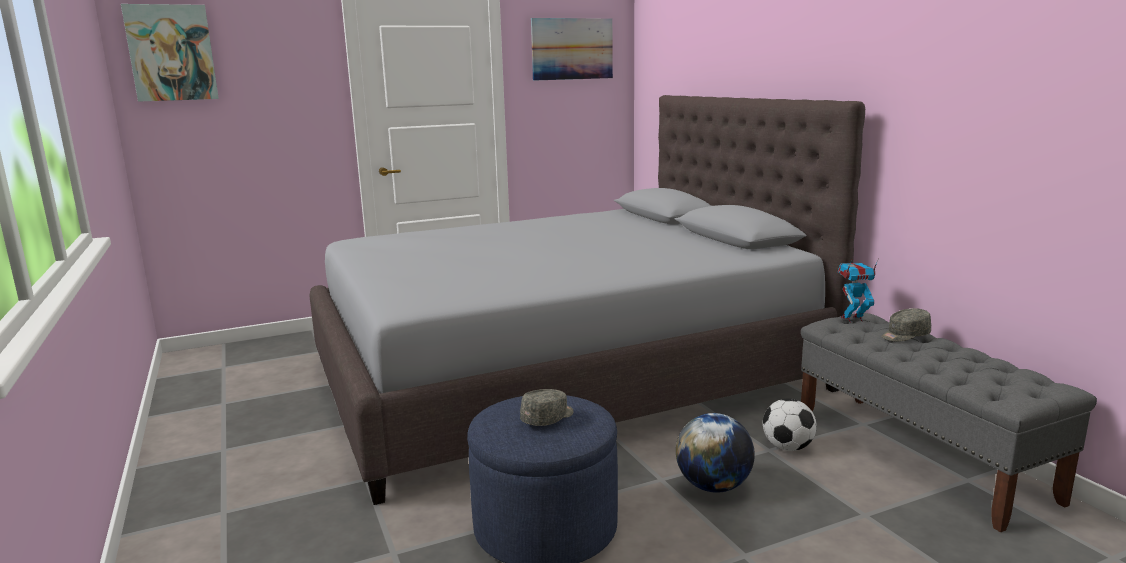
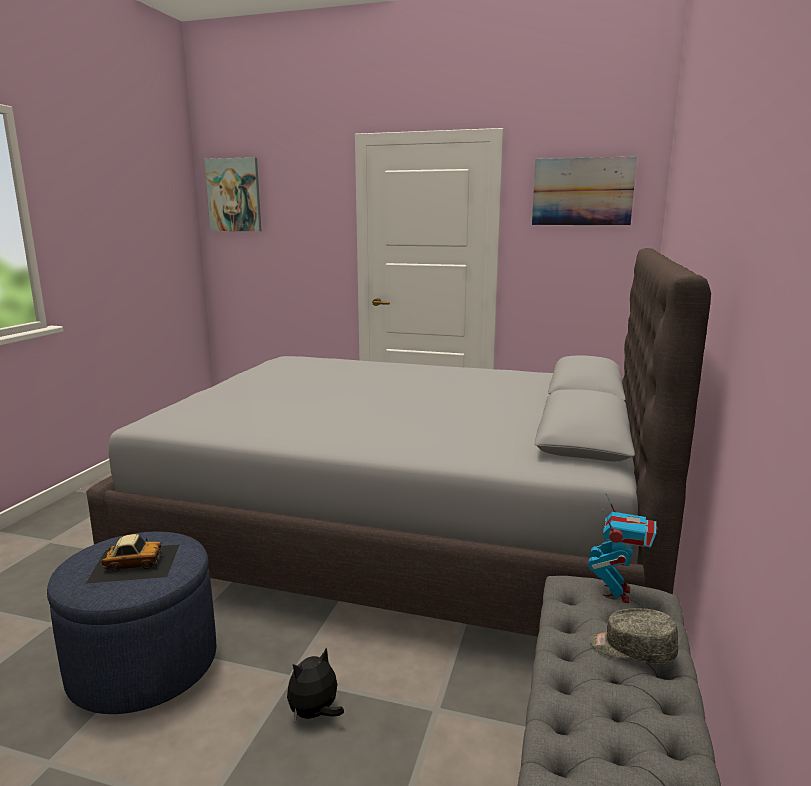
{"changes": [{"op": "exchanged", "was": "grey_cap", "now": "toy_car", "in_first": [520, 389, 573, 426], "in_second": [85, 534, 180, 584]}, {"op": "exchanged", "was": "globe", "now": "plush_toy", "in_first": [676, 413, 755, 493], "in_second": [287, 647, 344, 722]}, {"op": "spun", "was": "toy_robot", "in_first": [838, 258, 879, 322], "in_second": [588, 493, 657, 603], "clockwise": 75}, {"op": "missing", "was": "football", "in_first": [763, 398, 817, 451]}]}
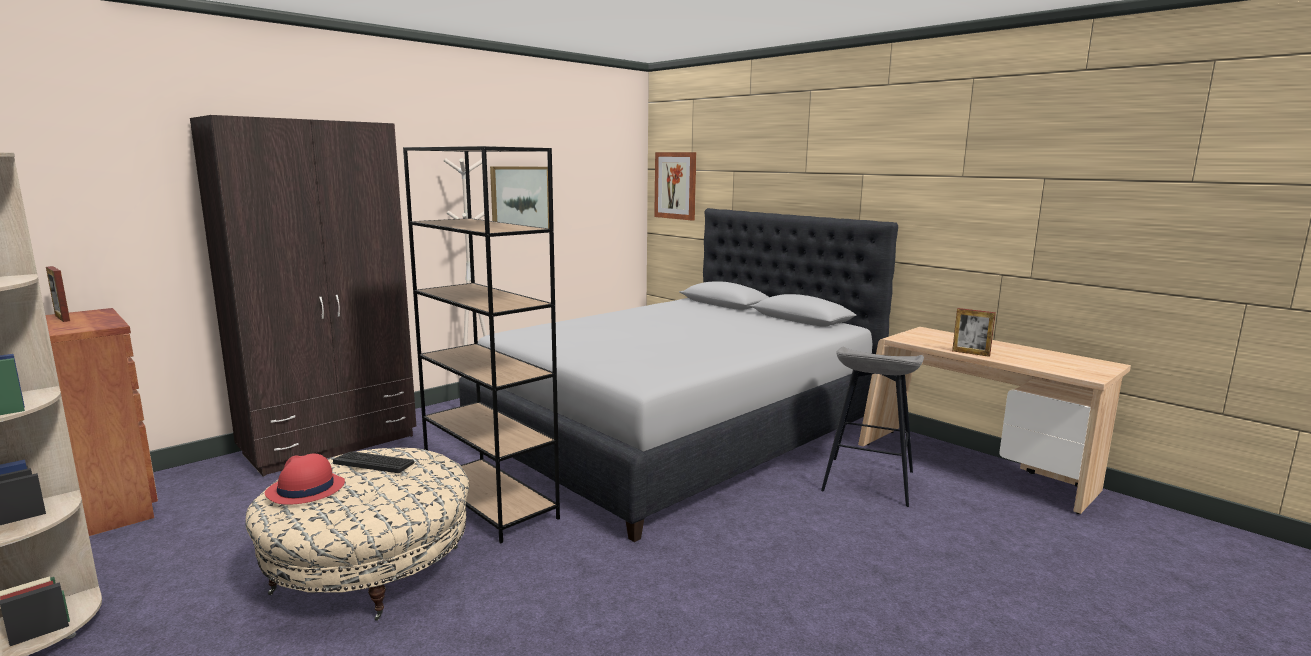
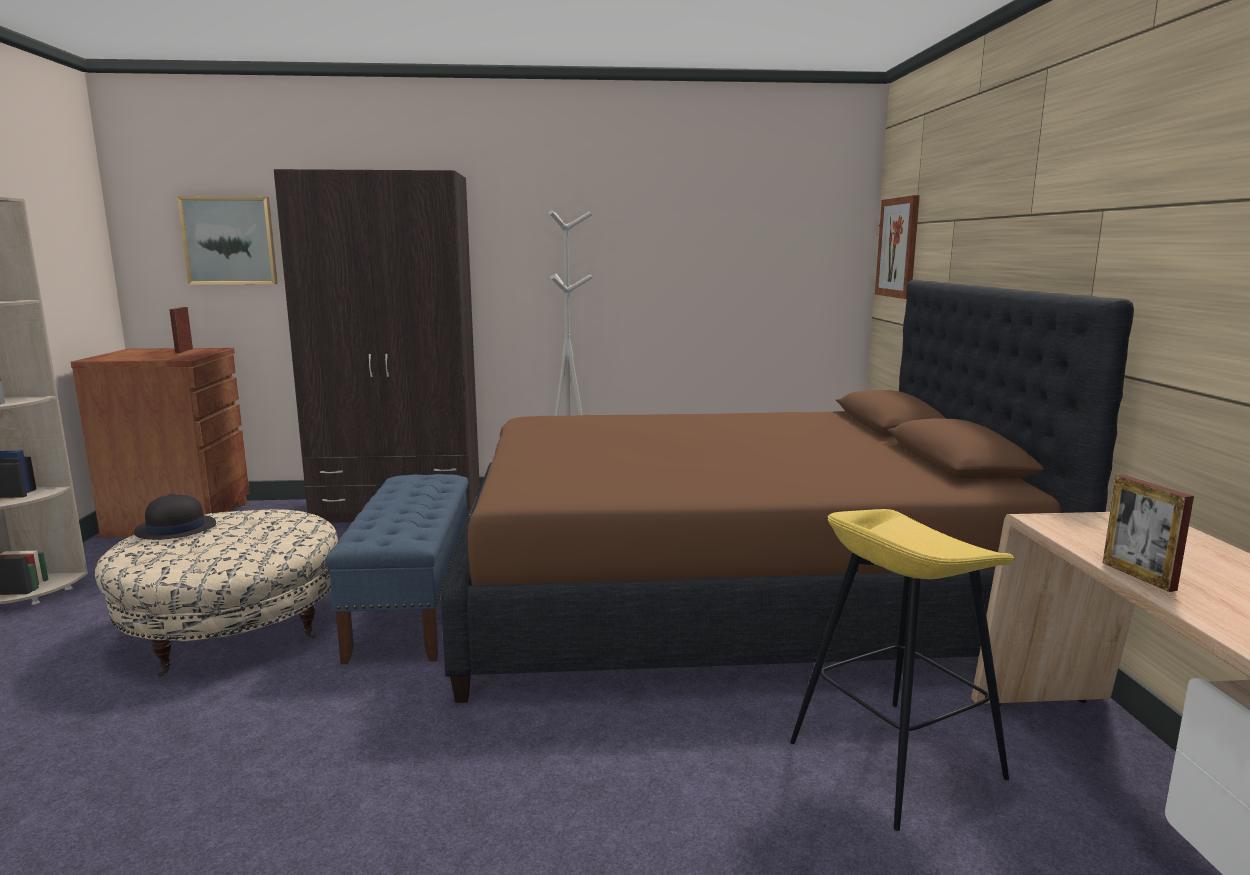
{"changes": [{"op": "colour", "was": "red_hat", "now": "black_hat", "in_first": [265, 454, 345, 505], "in_second": [134, 493, 216, 540]}, {"op": "relocated", "was": "picture", "in_first": [490, 166, 549, 228], "in_second": [177, 196, 278, 285]}, {"op": "exchanged", "was": "beige_bookcase", "now": "blue_bench", "in_first": [403, 146, 560, 543], "in_second": [325, 474, 468, 664]}, {"op": "colour", "was": "grey_bed", "now": "brown_bed", "in_first": [459, 208, 898, 542], "in_second": [441, 280, 1134, 703]}, {"op": "colour", "was": "grey_stool", "now": "yellow_stool", "in_first": [821, 347, 924, 507], "in_second": [790, 509, 1015, 831]}, {"op": "missing", "was": "keyboard", "in_first": [333, 452, 414, 473]}]}
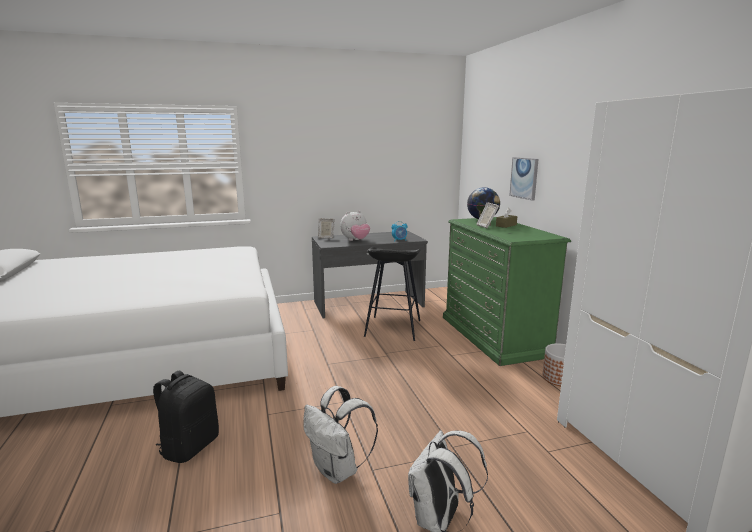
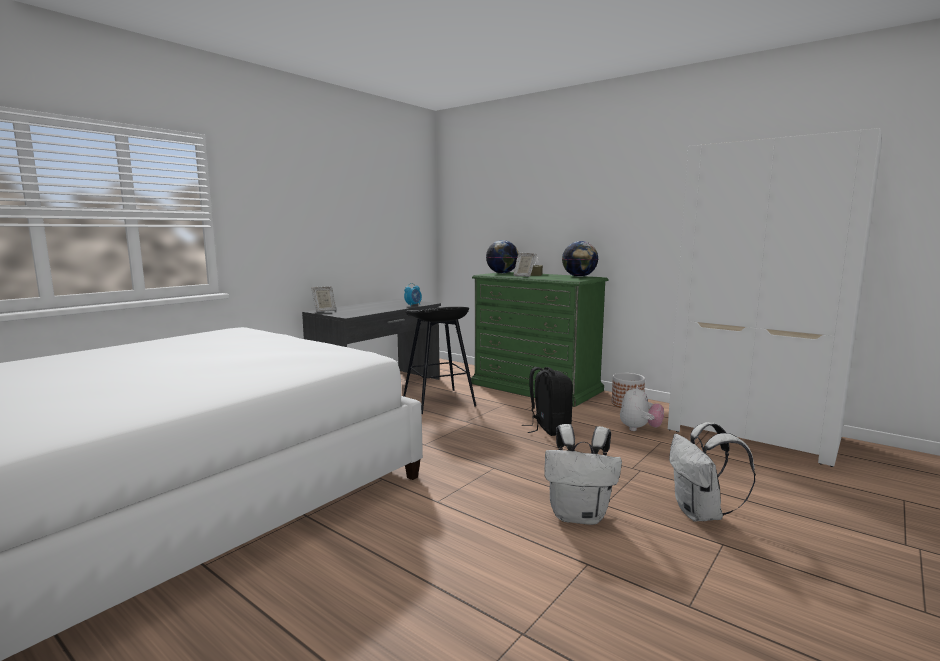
{"changes": [{"op": "relocated", "was": "black_backpack", "in_first": [153, 371, 219, 463], "in_second": [522, 367, 573, 436]}, {"op": "appeared", "now": "globe", "in_second": [562, 241, 598, 277]}, {"op": "relocated", "was": "plush_toy", "in_first": [340, 210, 370, 241], "in_second": [620, 386, 664, 431]}, {"op": "missing", "was": "picture", "in_first": [509, 157, 539, 201]}]}
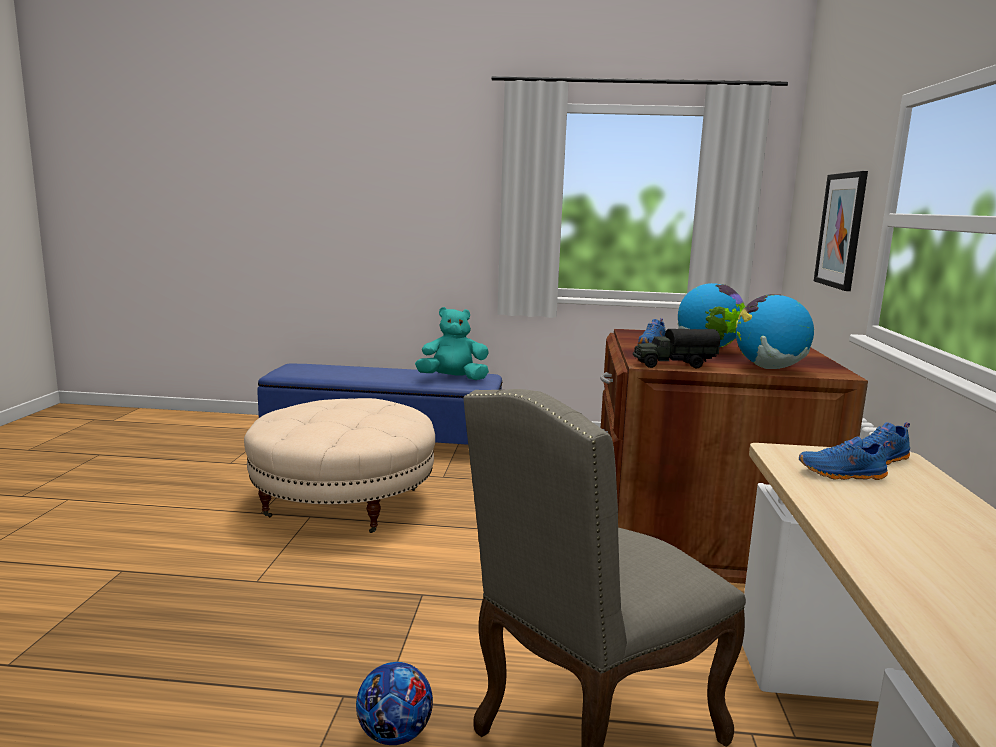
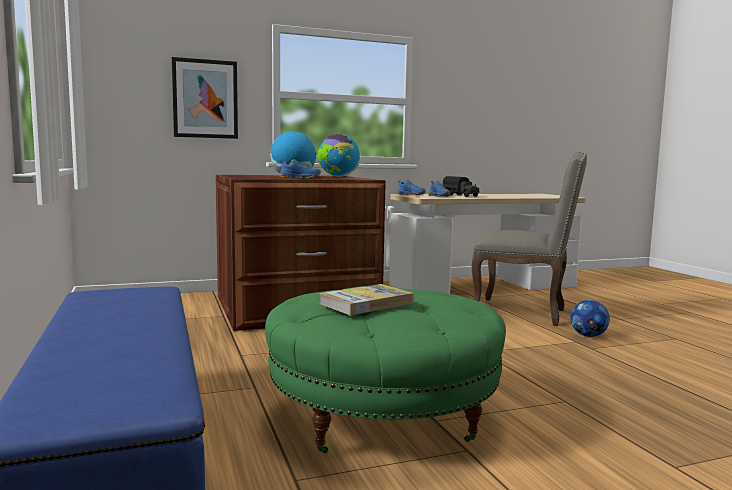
{"changes": [{"op": "colour", "was": "beige_ottoman", "now": "green_ottoman", "in_first": [244, 398, 435, 533], "in_second": [265, 286, 506, 453]}, {"op": "appeared", "now": "book", "in_second": [319, 284, 413, 315]}, {"op": "relocated", "was": "toy_truck", "in_first": [633, 329, 720, 368], "in_second": [443, 176, 480, 197]}, {"op": "missing", "was": "turquoise_plush_toy", "in_first": [415, 307, 489, 380]}]}
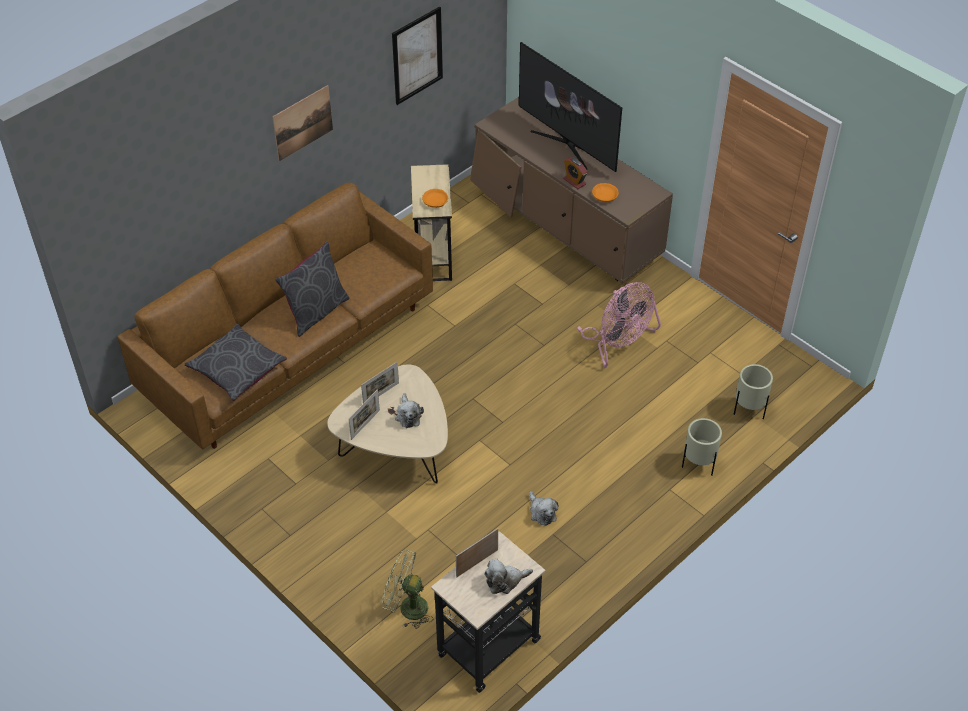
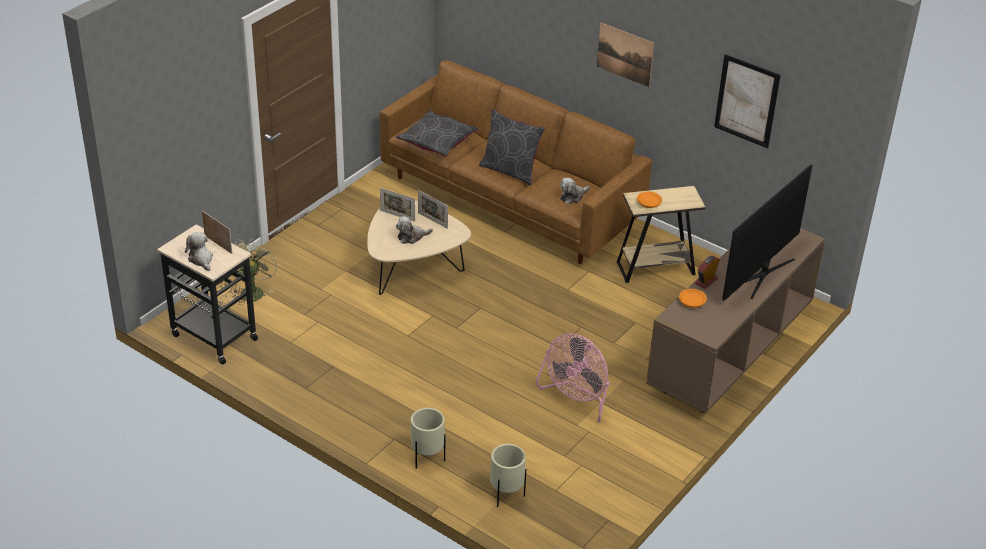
{"changes": [{"op": "relocated", "was": "plush_toy", "in_first": [529, 491, 559, 526], "in_second": [560, 178, 590, 204]}]}
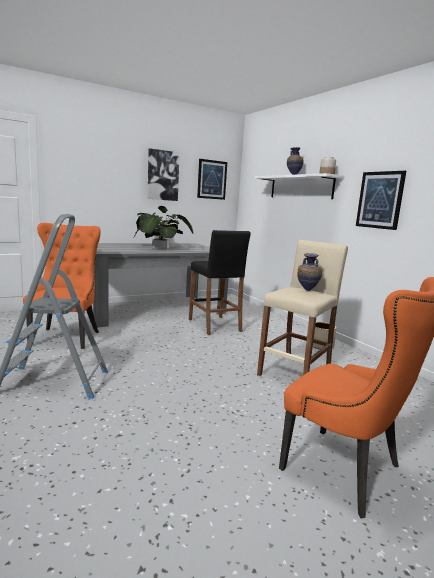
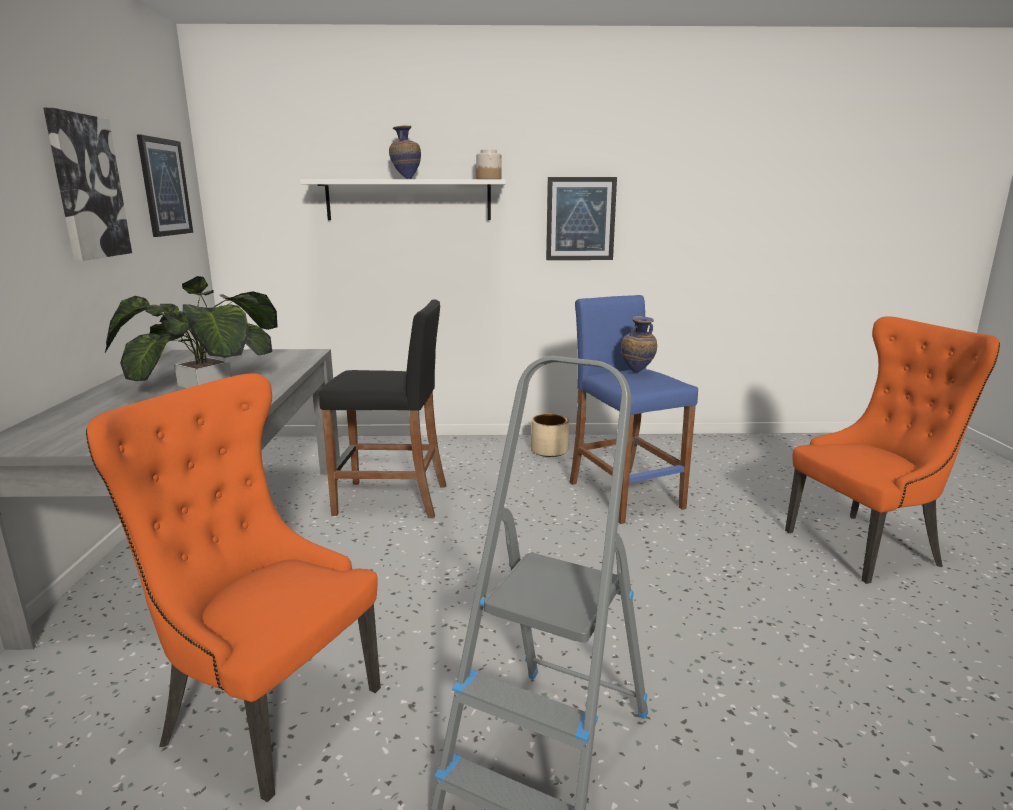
{"changes": [{"op": "colour", "was": "beige_stool", "now": "blue_stool", "in_first": [257, 240, 348, 376], "in_second": [570, 295, 698, 524]}]}
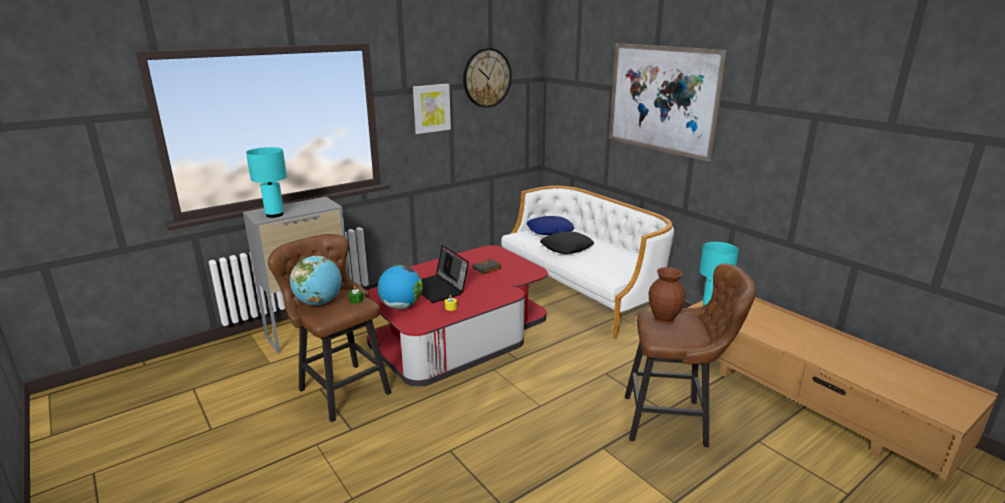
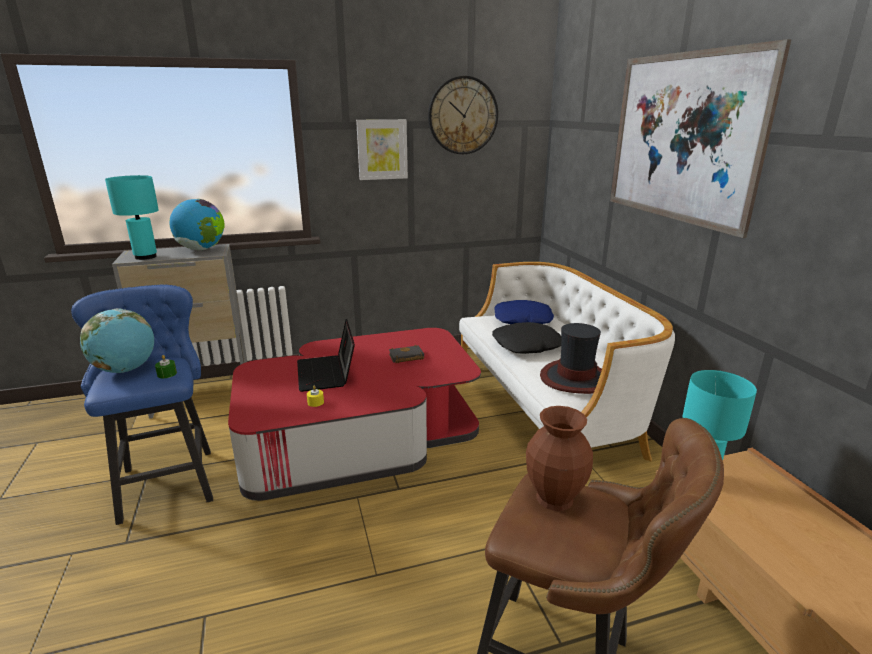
{"changes": [{"op": "colour", "was": "brown_stool", "now": "blue_stool", "in_first": [268, 234, 391, 422], "in_second": [71, 284, 213, 525]}, {"op": "relocated", "was": "globe", "in_first": [378, 265, 423, 309], "in_second": [169, 199, 225, 250]}, {"op": "appeared", "now": "hat", "in_second": [540, 323, 602, 394]}]}
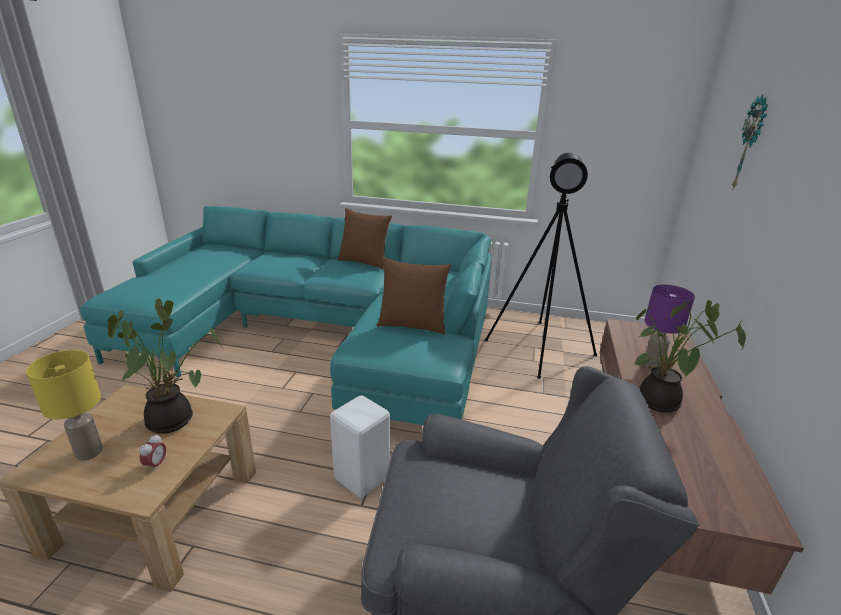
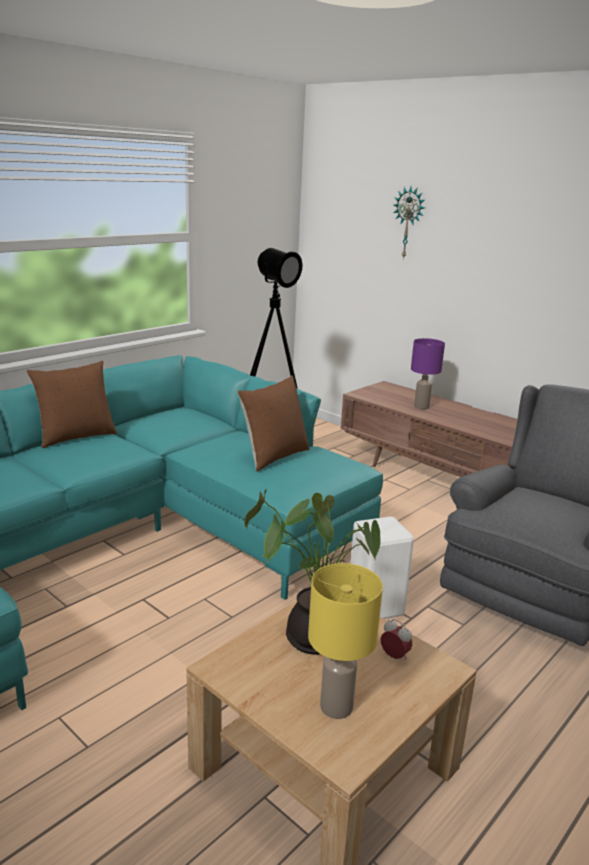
{"changes": [{"op": "missing", "was": "potted_plant", "in_first": [634, 300, 746, 413]}]}
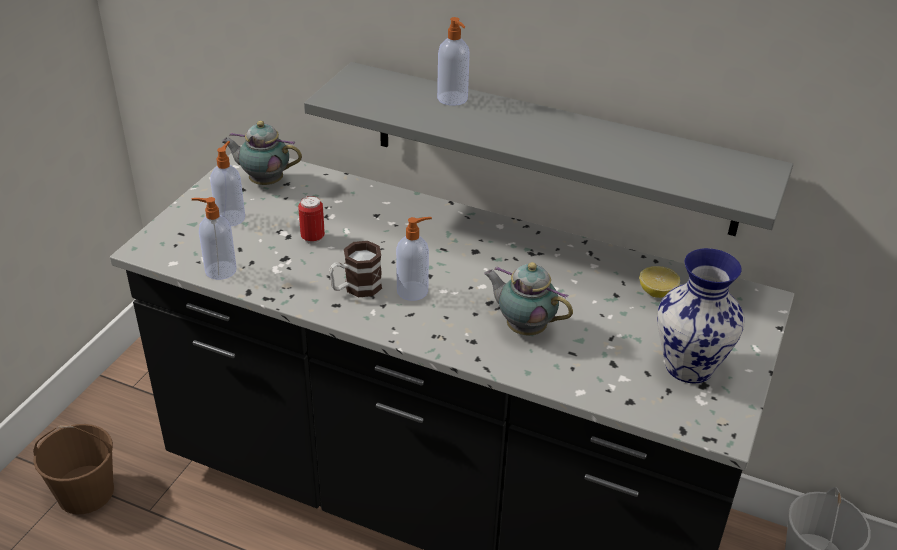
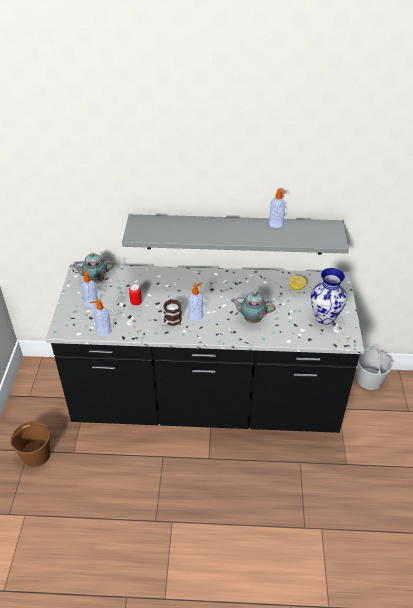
{"changes": [{"op": "relocated", "was": "soap_dispenser", "in_first": [437, 17, 470, 106], "in_second": [269, 189, 287, 228]}]}
